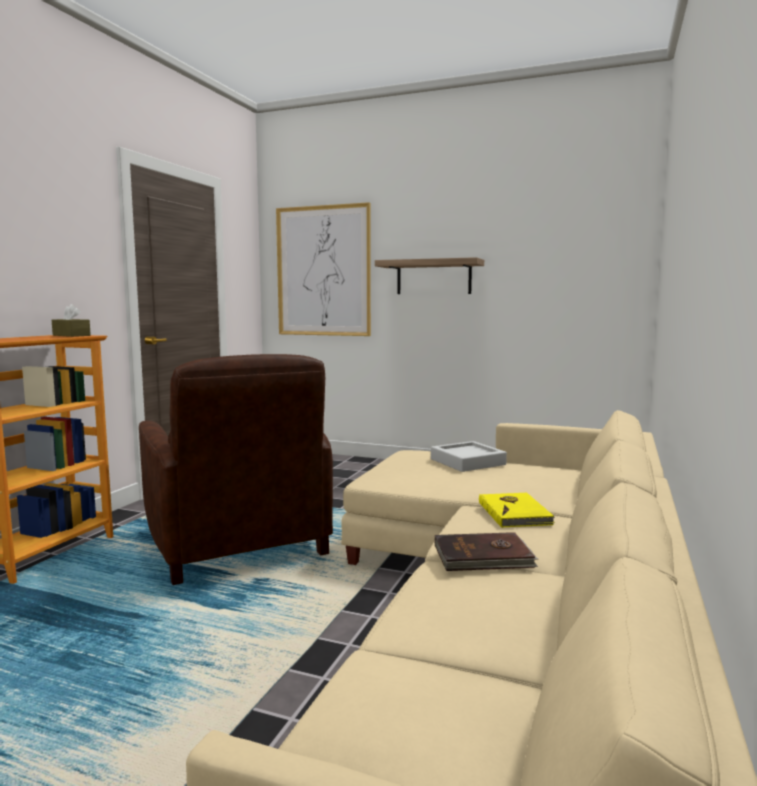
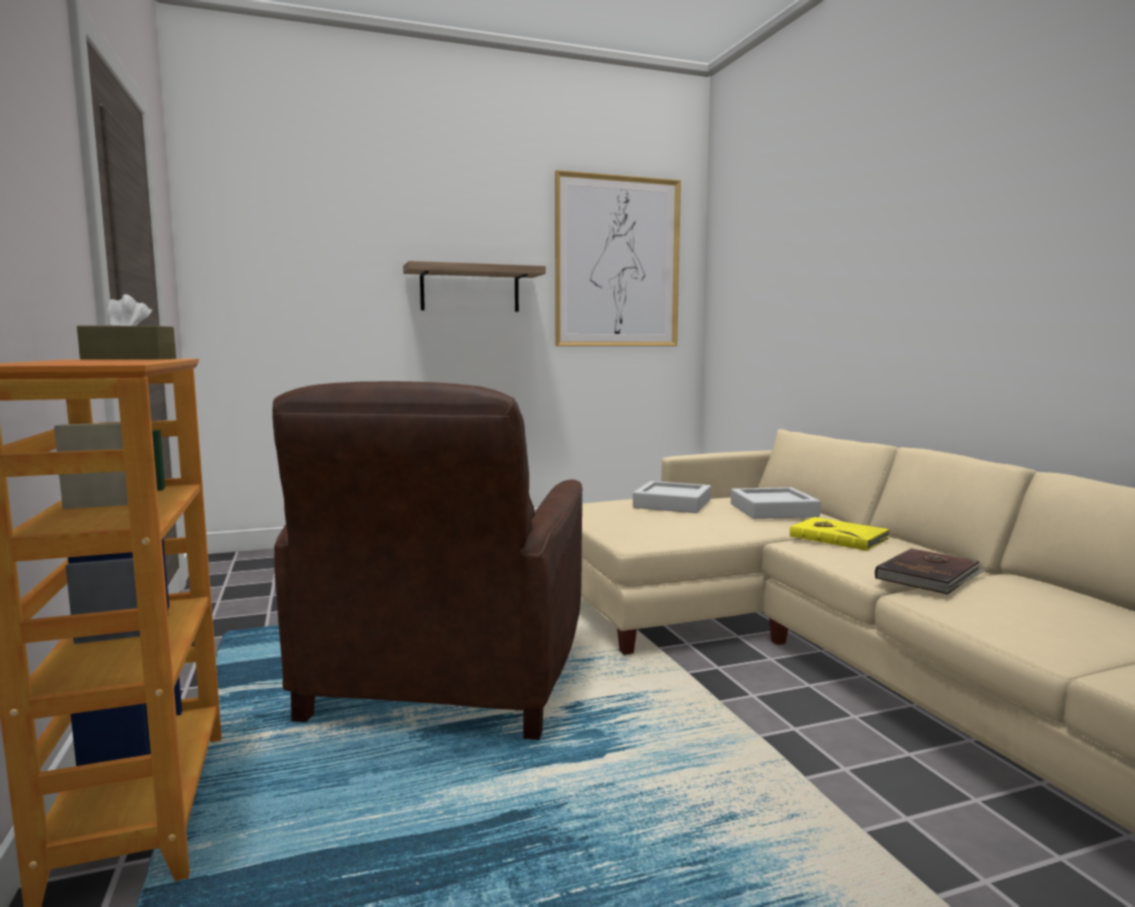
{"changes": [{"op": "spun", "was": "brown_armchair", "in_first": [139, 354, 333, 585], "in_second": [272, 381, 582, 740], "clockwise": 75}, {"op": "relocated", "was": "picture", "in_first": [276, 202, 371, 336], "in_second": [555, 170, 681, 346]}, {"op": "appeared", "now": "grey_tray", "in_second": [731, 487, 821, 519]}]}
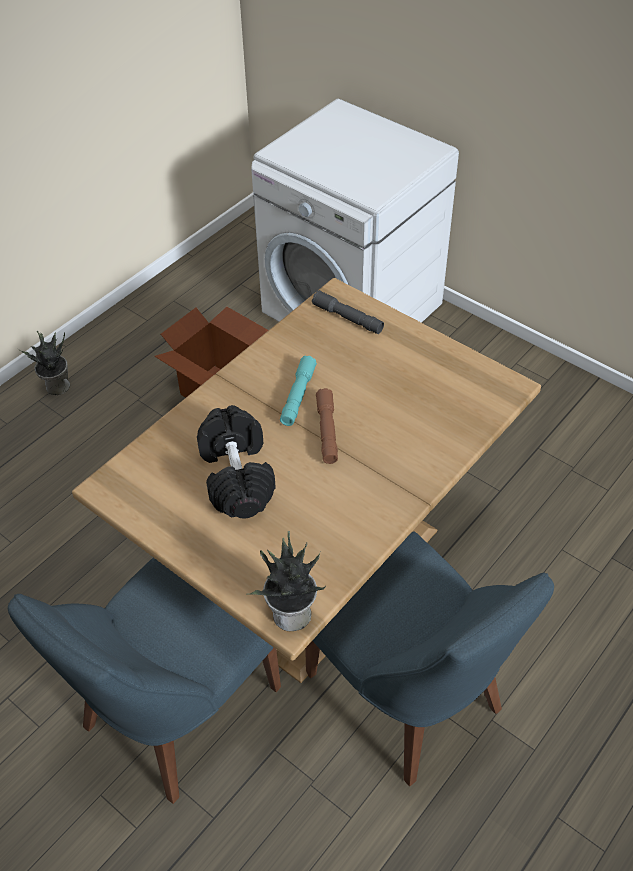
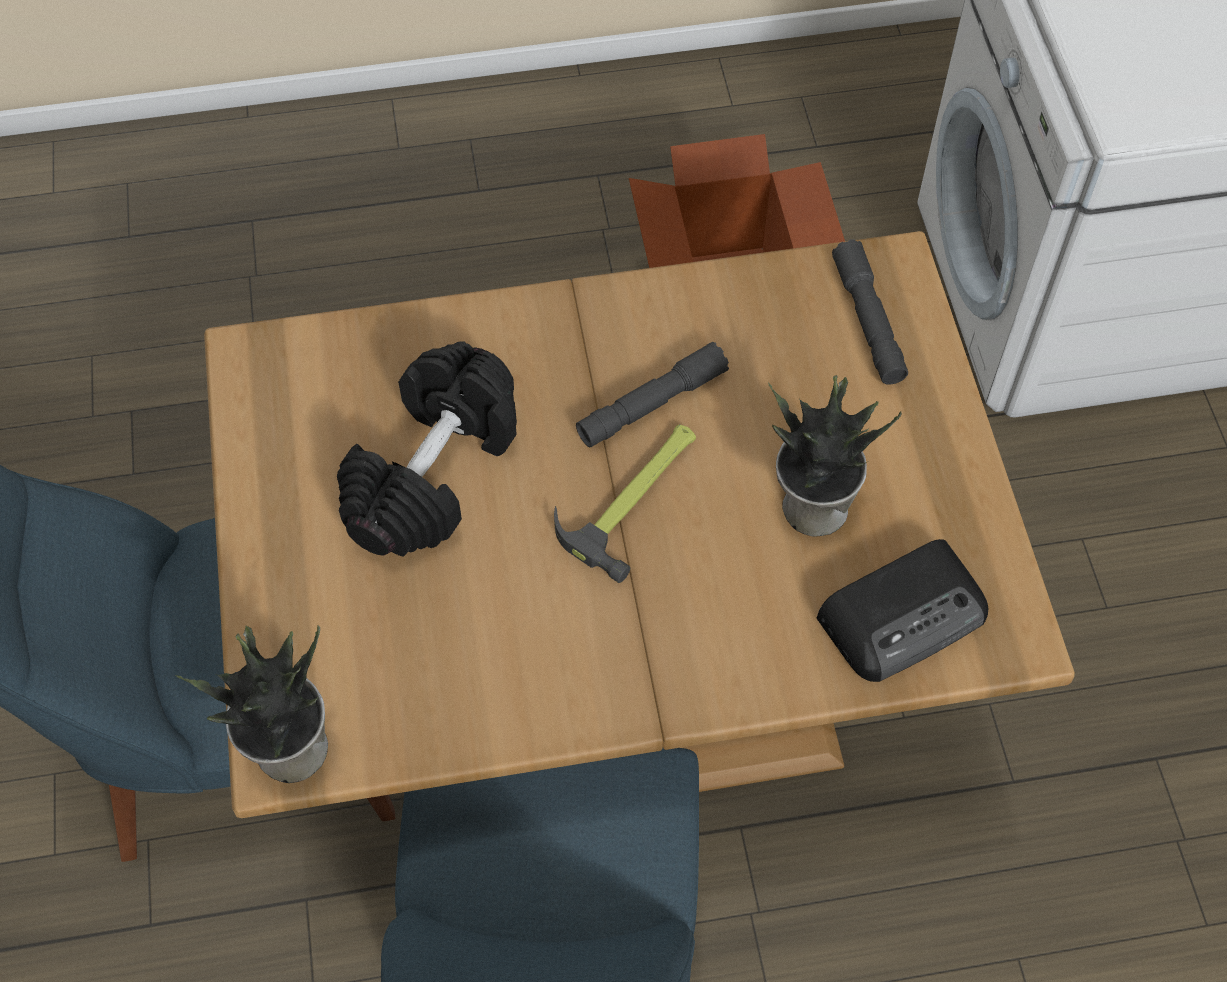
{"changes": [{"op": "exchanged", "was": "brown_flashlight", "now": "hammer", "in_first": [316, 388, 338, 464], "in_second": [554, 425, 696, 583]}, {"op": "colour", "was": "turquoise_flashlight", "now": "grey_flashlight", "in_first": [280, 356, 317, 426], "in_second": [576, 342, 729, 447]}, {"op": "relocated", "was": "potted_plant", "in_first": [18, 331, 70, 395], "in_second": [768, 375, 902, 537]}, {"op": "appeared", "now": "radio", "in_second": [817, 539, 988, 682]}]}
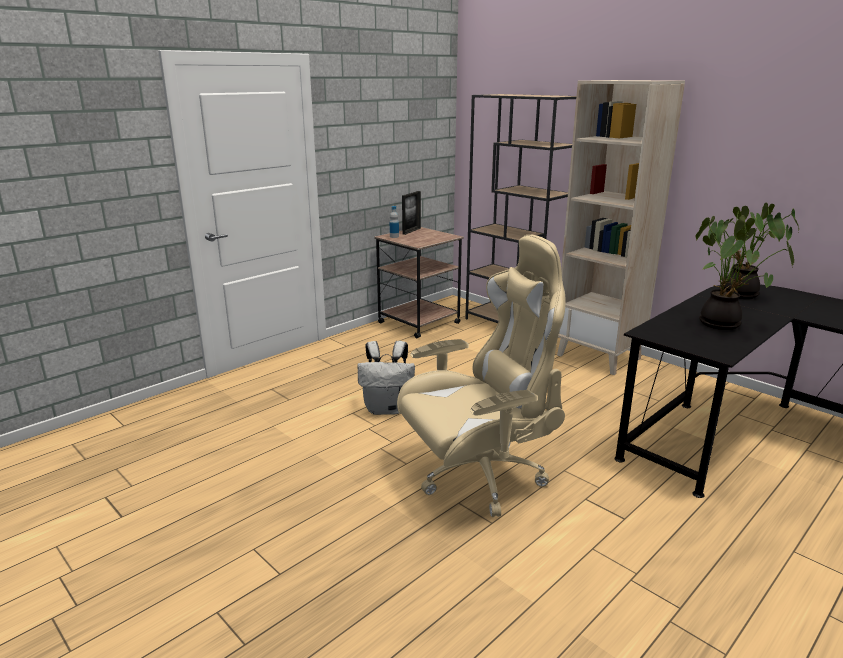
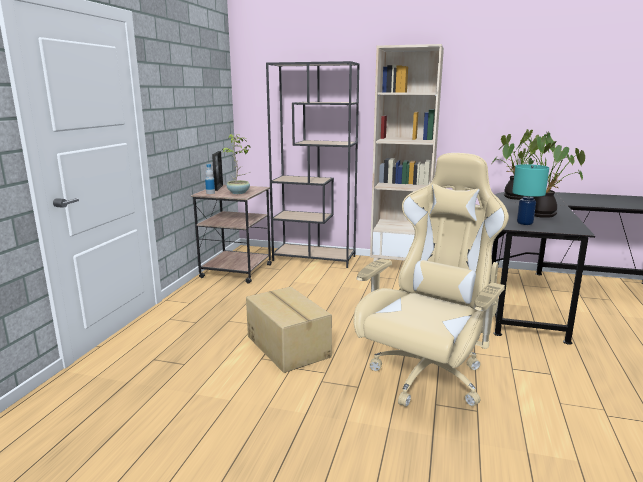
{"changes": [{"op": "appeared", "now": "potted_plant", "in_second": [222, 134, 250, 194]}, {"op": "exchanged", "was": "white_backpack", "now": "cardboard_box", "in_first": [357, 341, 415, 415], "in_second": [246, 287, 332, 373]}, {"op": "appeared", "now": "turquoise_table_lamp", "in_second": [512, 164, 549, 225]}]}
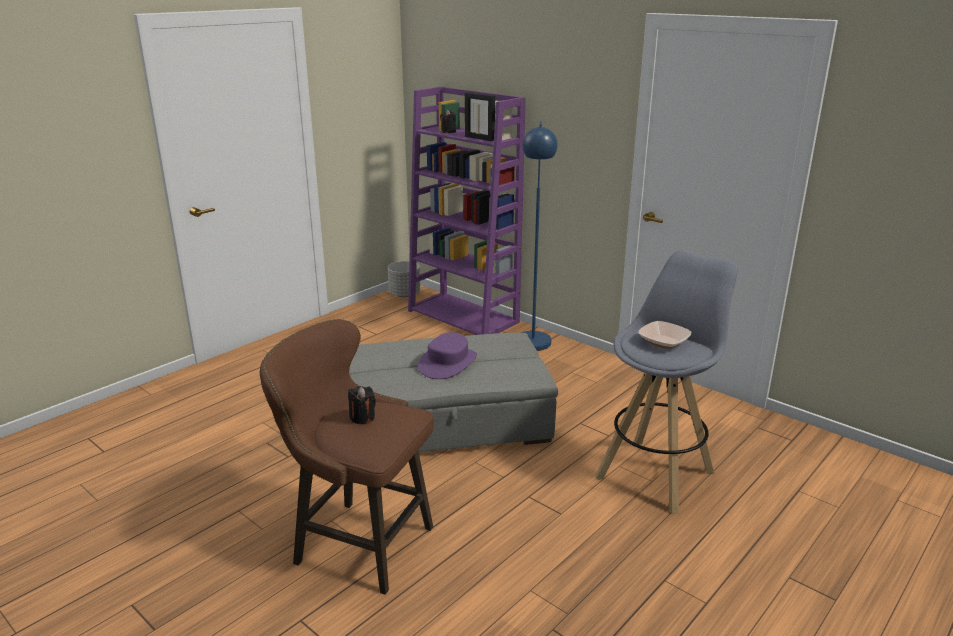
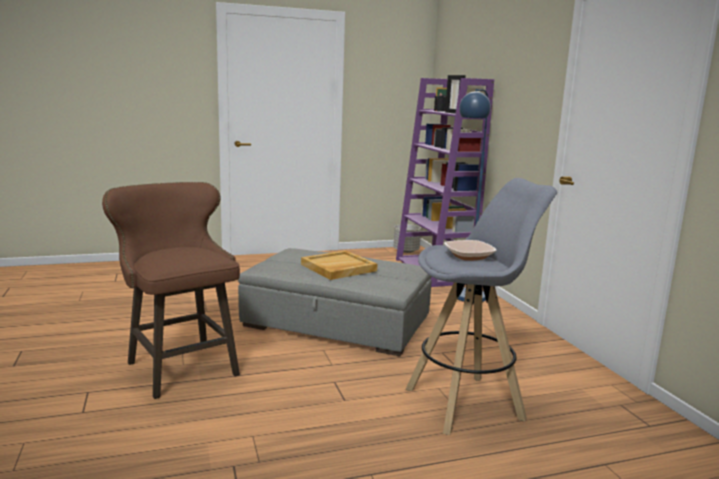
{"changes": [{"op": "exchanged", "was": "purple_hat", "now": "beige_tray", "in_first": [418, 332, 477, 379], "in_second": [301, 250, 378, 280]}, {"op": "missing", "was": "black_candle", "in_first": [348, 386, 376, 424]}]}
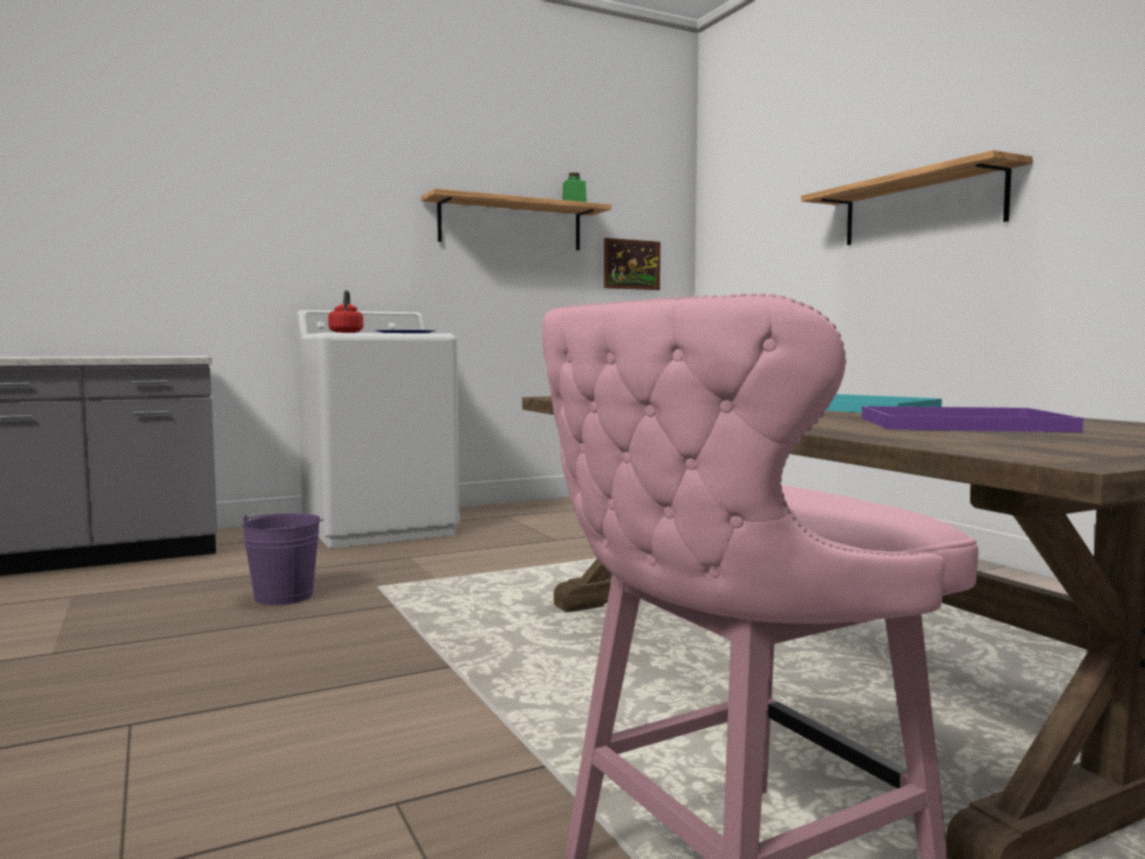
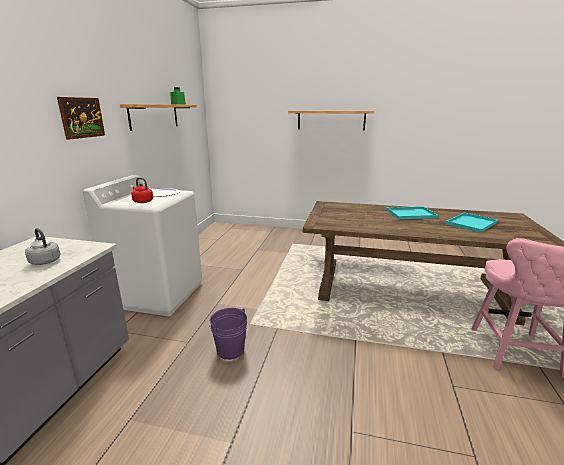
{"changes": [{"op": "appeared", "now": "grey_kettle", "in_second": [25, 228, 60, 265]}, {"op": "relocated", "was": "picture", "in_first": [604, 238, 660, 290], "in_second": [57, 97, 105, 140]}, {"op": "colour", "was": "purple_tray", "now": "turquoise_tray", "in_first": [862, 406, 1084, 432], "in_second": [446, 212, 498, 233]}]}
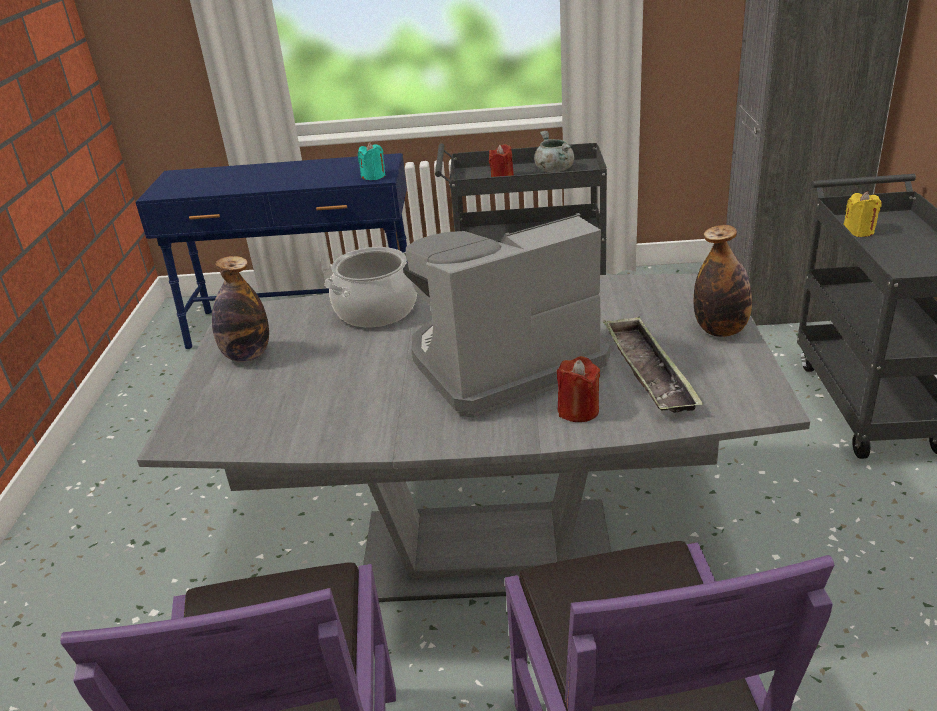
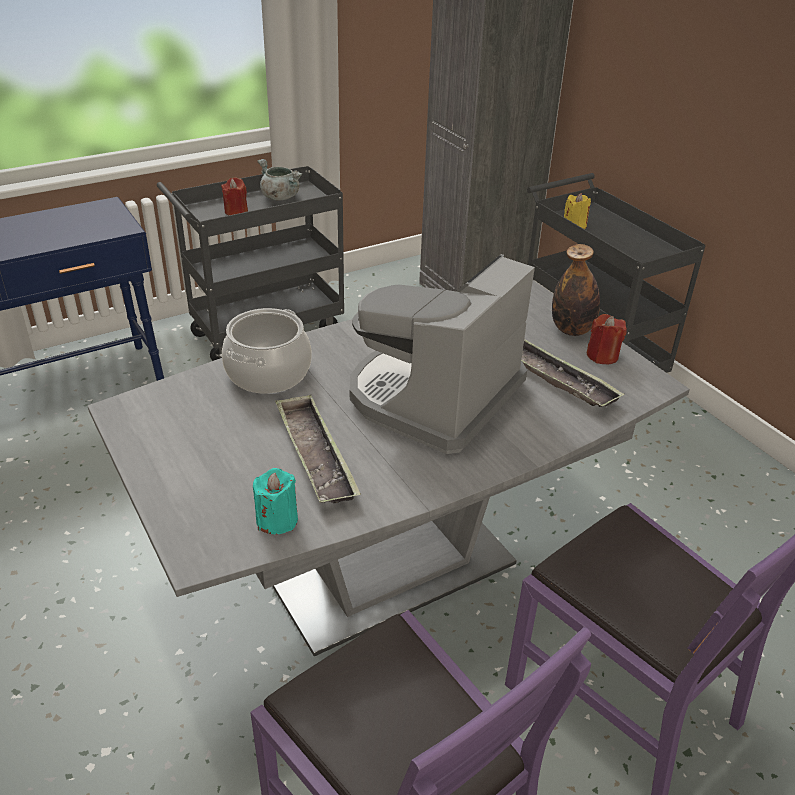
{"changes": [{"op": "relocated", "was": "turquoise_candle", "in_first": [358, 142, 385, 180], "in_second": [253, 468, 298, 535]}, {"op": "appeared", "now": "tray", "in_second": [275, 394, 361, 504]}, {"op": "relocated", "was": "red_candle", "in_first": [557, 356, 600, 422], "in_second": [587, 314, 627, 365]}, {"op": "missing", "was": "bottle", "in_first": [212, 256, 269, 362]}]}
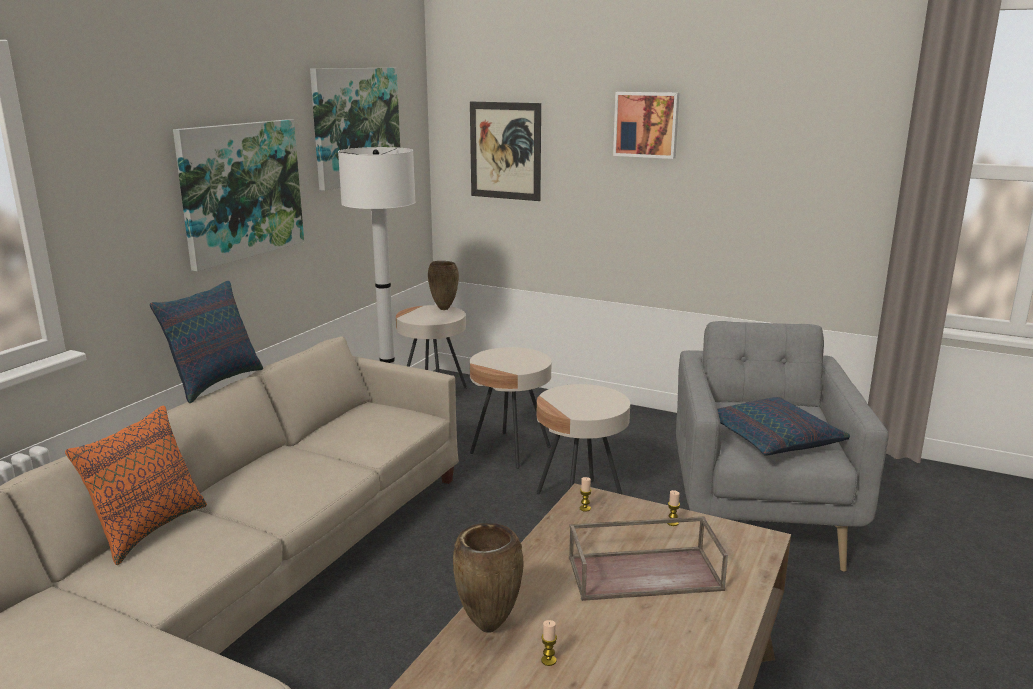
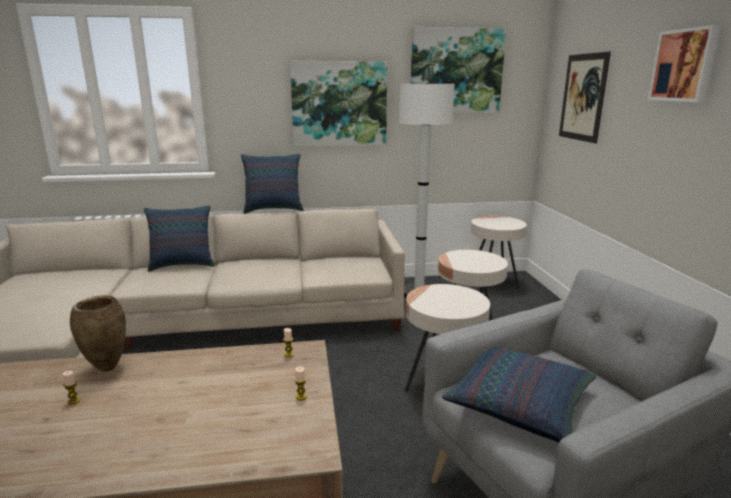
{"changes": [{"op": "colour", "was": "orange_pillow", "now": "blue_pillow", "in_first": [65, 406, 207, 565], "in_second": [144, 206, 214, 272]}, {"op": "missing", "was": "brown_vase", "in_first": [428, 261, 459, 310]}, {"op": "missing", "was": "brown_tray", "in_first": [569, 516, 728, 601]}]}
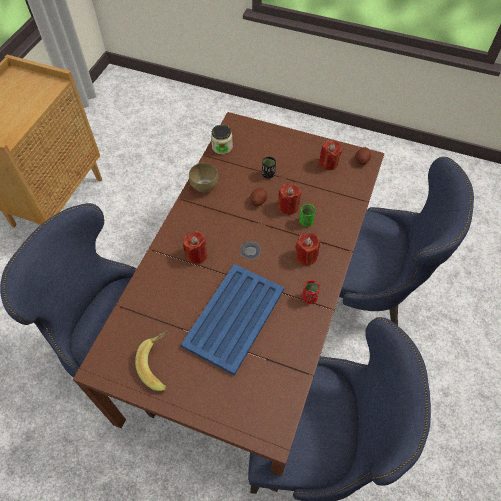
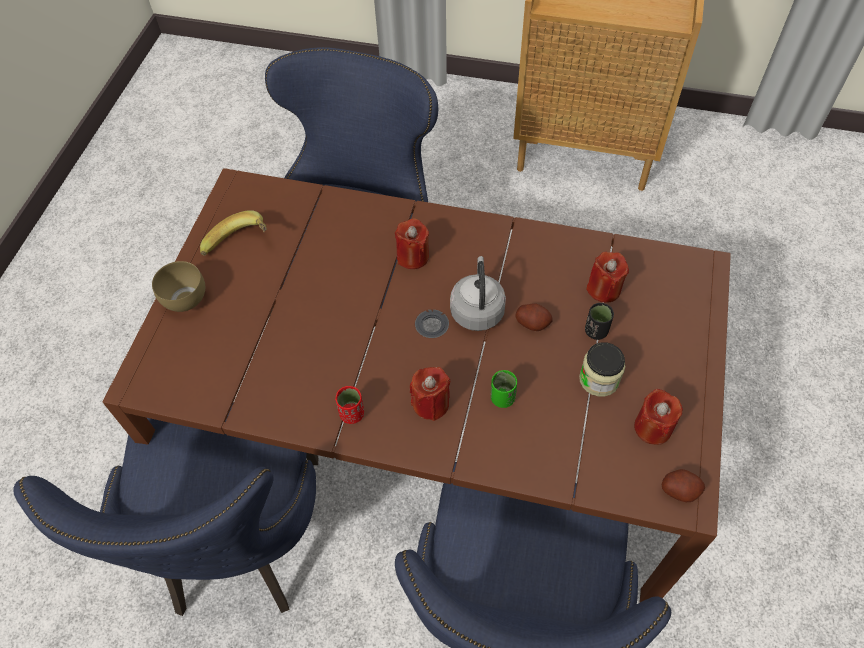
{"changes": [{"op": "relocated", "was": "brown_bowl", "in_first": [189, 163, 218, 192], "in_second": [152, 261, 205, 312]}, {"op": "appeared", "now": "grey_kettle", "in_second": [450, 256, 506, 331]}, {"op": "relocated", "was": "jar", "in_first": [211, 125, 233, 154], "in_second": [579, 342, 625, 396]}, {"op": "relocated", "was": "red_candle", "in_first": [278, 184, 302, 215], "in_second": [586, 252, 629, 303]}, {"op": "missing", "was": "blue_tray", "in_first": [181, 264, 284, 376]}]}
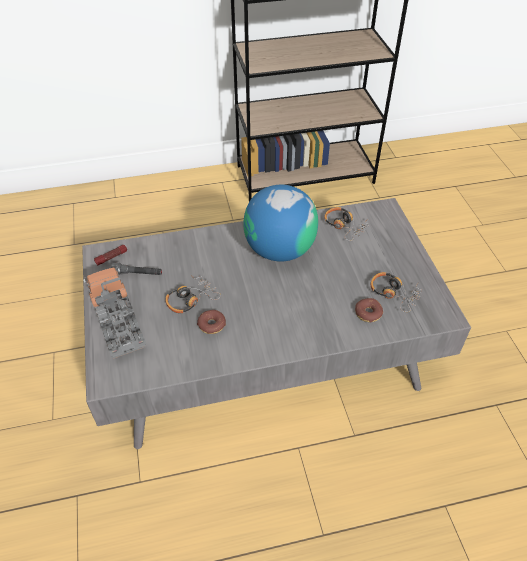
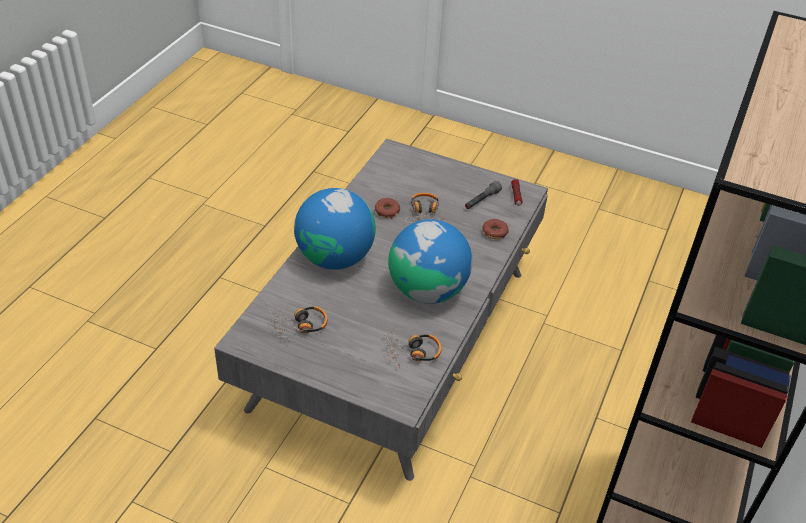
{"changes": [{"op": "appeared", "now": "globe", "in_second": [294, 188, 376, 270]}, {"op": "relocated", "was": "donut", "in_first": [355, 298, 383, 323], "in_second": [483, 219, 509, 239]}, {"op": "missing", "was": "toy_truck", "in_first": [83, 268, 146, 359]}]}
